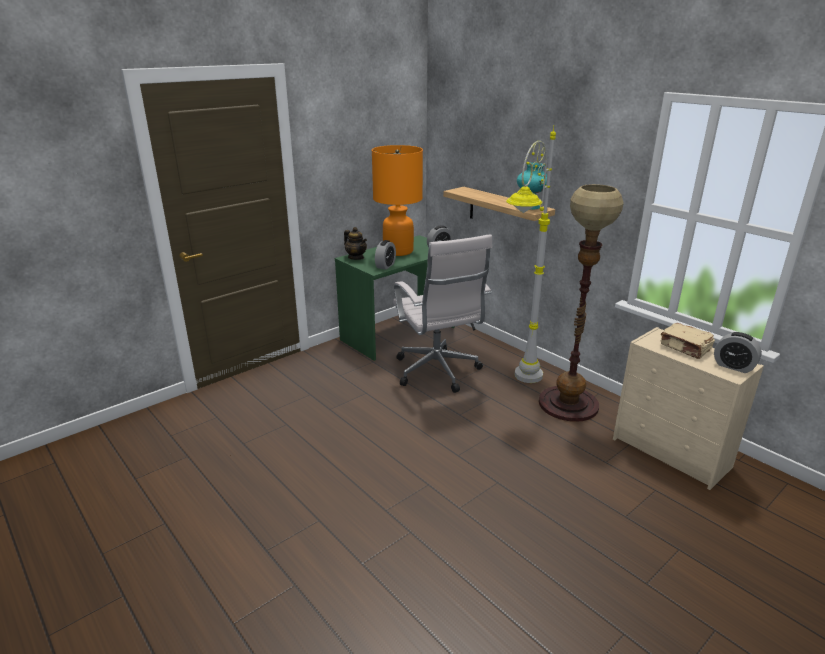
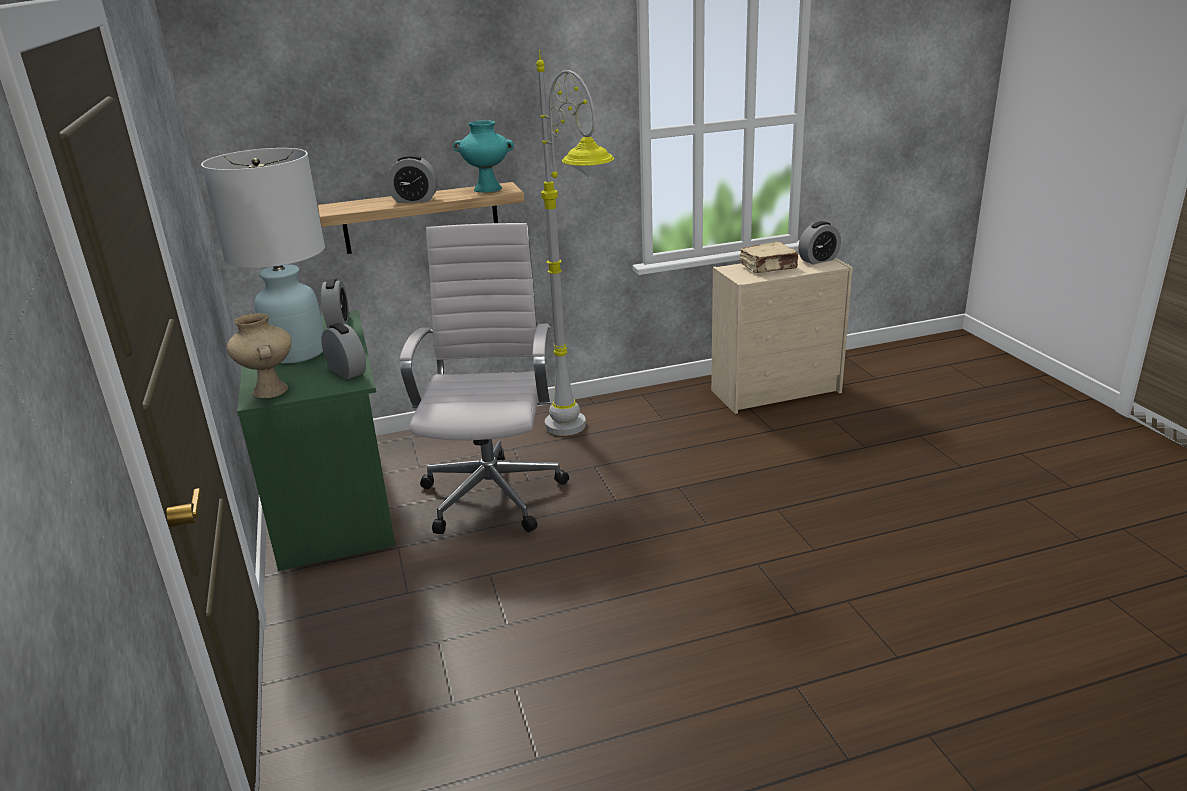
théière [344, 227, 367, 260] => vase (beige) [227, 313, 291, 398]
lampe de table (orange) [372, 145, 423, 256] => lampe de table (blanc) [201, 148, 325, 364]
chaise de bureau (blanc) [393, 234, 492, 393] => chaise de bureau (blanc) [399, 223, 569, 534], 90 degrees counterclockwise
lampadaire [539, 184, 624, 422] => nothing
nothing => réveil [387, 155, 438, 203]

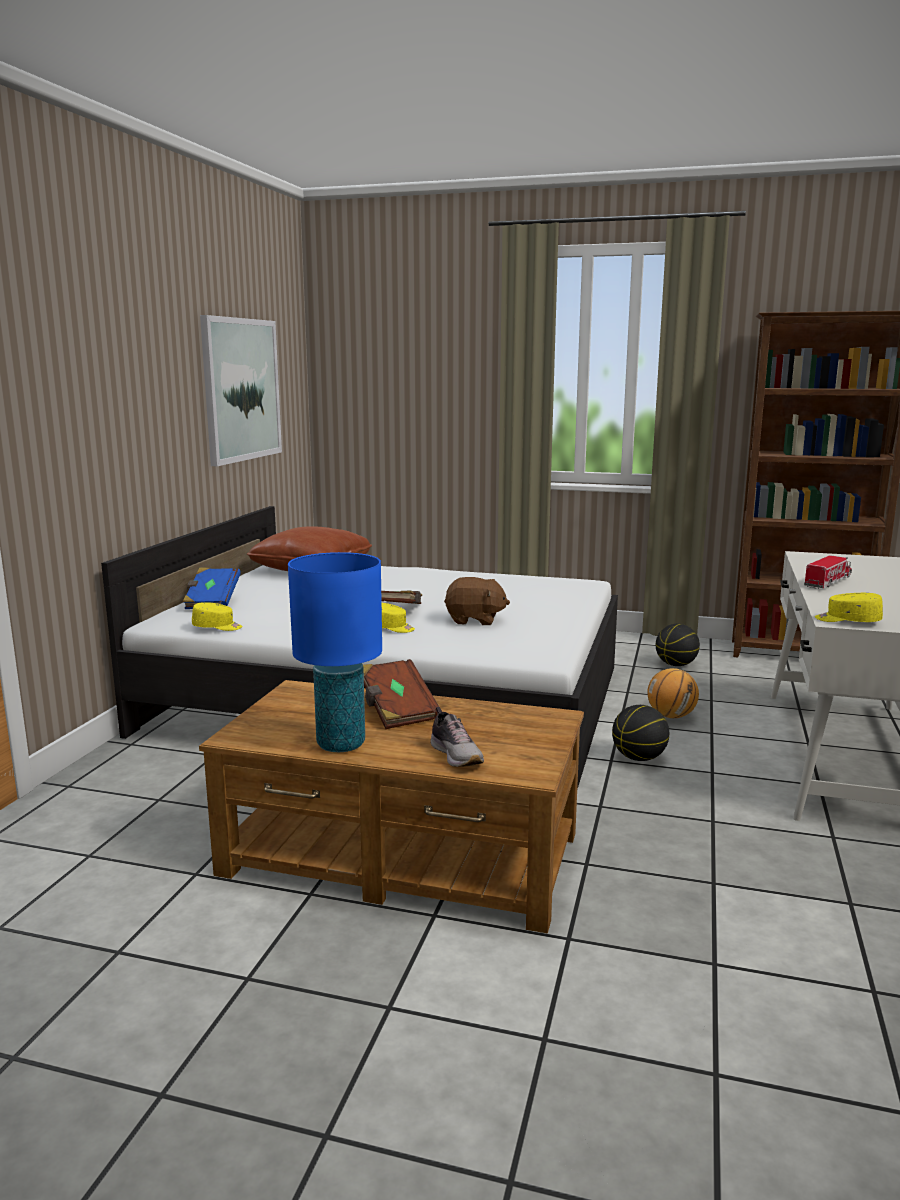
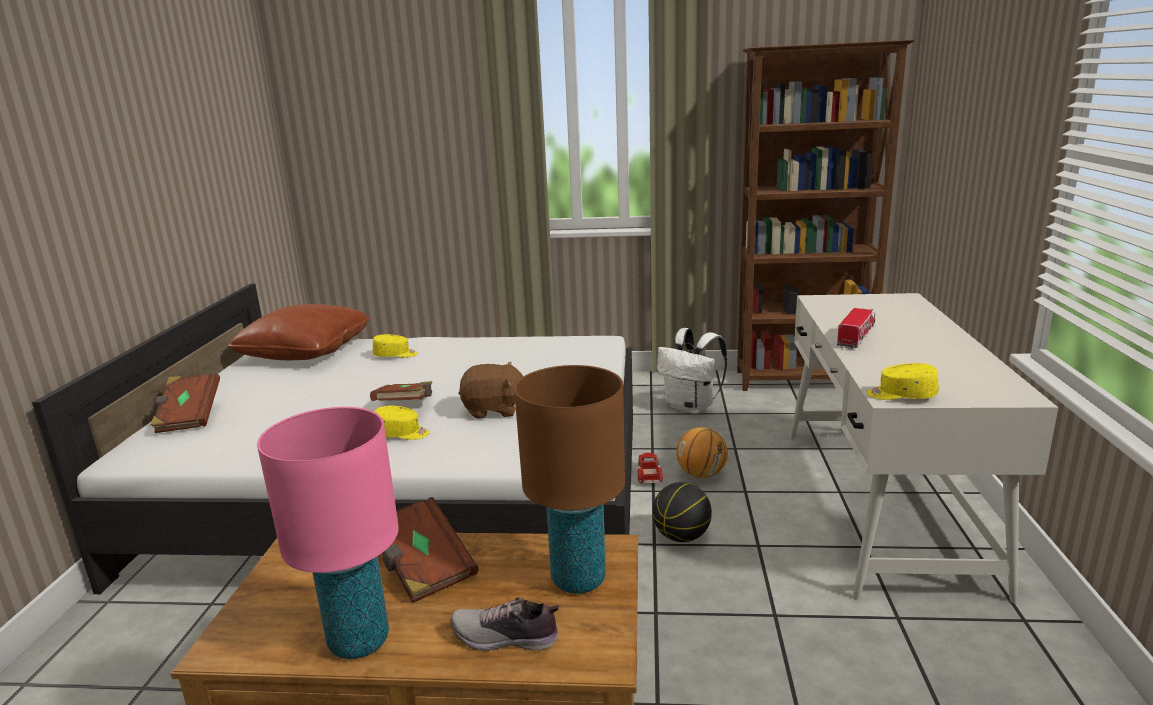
livre (bleu) [182, 567, 241, 609] => livre (marron) [150, 373, 220, 433]
casquette (jaune) [192, 602, 242, 631] => casquette (jaune) [373, 334, 418, 358], shifted
tableau [200, 315, 282, 466] => nothing
lampe de table (bleu) [288, 552, 382, 752] => lampe de table (rose) [257, 407, 399, 659]
chaussure [431, 707, 484, 767] => chaussure [451, 597, 559, 651], 135 degrees clockwise
ballon de basket [656, 624, 700, 666] => sac à dos (blanc) [657, 328, 727, 414]
nothing => lampe de table (marron) [514, 365, 625, 594]
nothing => camion jouet [638, 452, 663, 483]

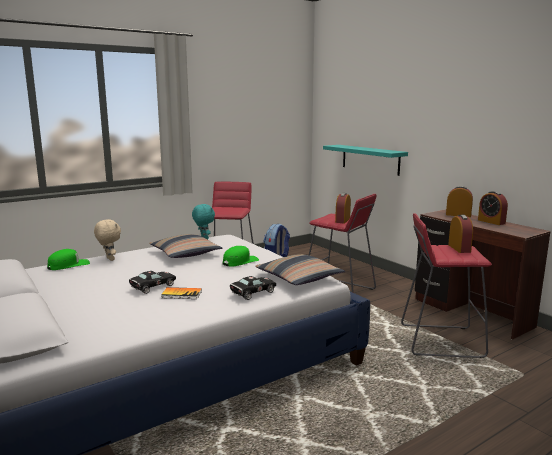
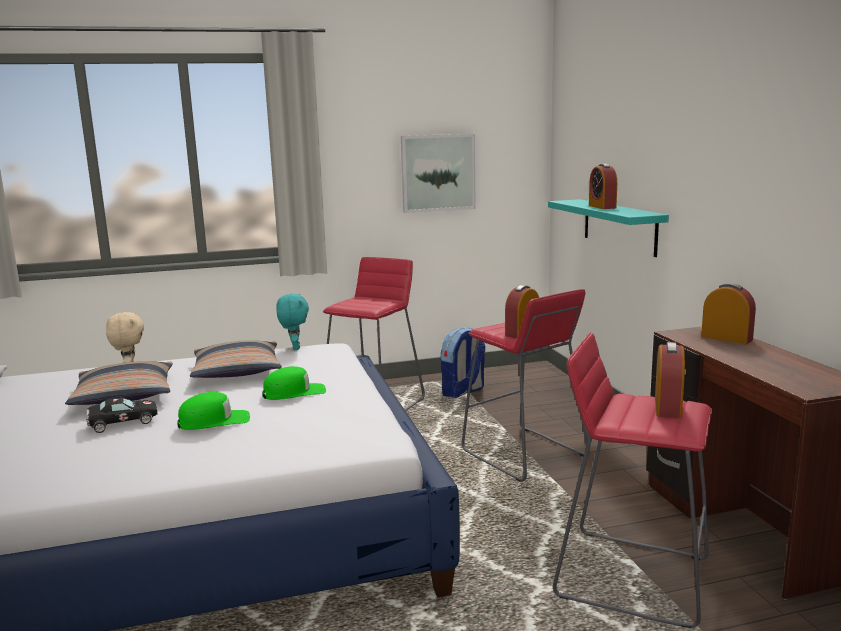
casquette (vert) [47, 249, 90, 270] => casquette (vert) [177, 392, 250, 430], shifted
livre [161, 287, 202, 299] => nothing
petite voiture (noir) [230, 276, 276, 300] => nothing
coussin [255, 254, 345, 285] => coussin [65, 361, 173, 405], shifted
réveil [478, 191, 508, 225] => réveil [589, 164, 617, 209], shifted
nothing => tableau [401, 134, 476, 213]

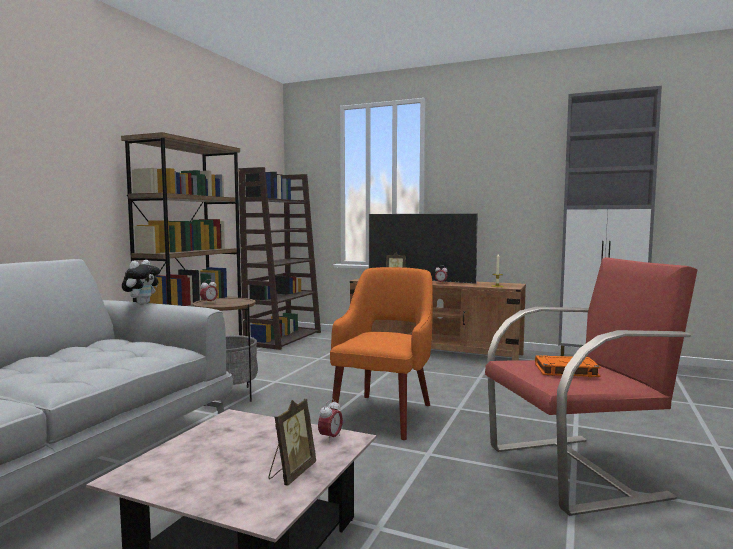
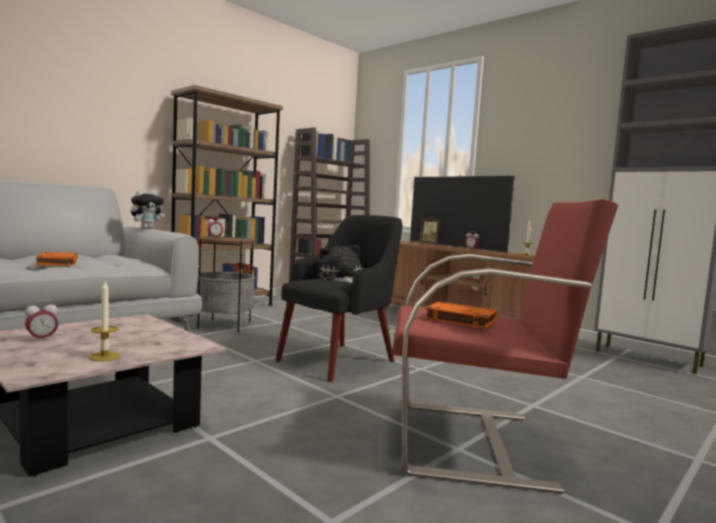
cadre photo [269, 399, 316, 485] => bougie [88, 281, 121, 361]
réveil [318, 399, 343, 443] => réveil [25, 300, 59, 342], shifted
fauteuil (orange) [330, 267, 433, 440] => fauteuil (noir) [275, 215, 403, 382]
nothing => livre (orange) [36, 252, 78, 265]
nothing => peluche [318, 244, 362, 284]

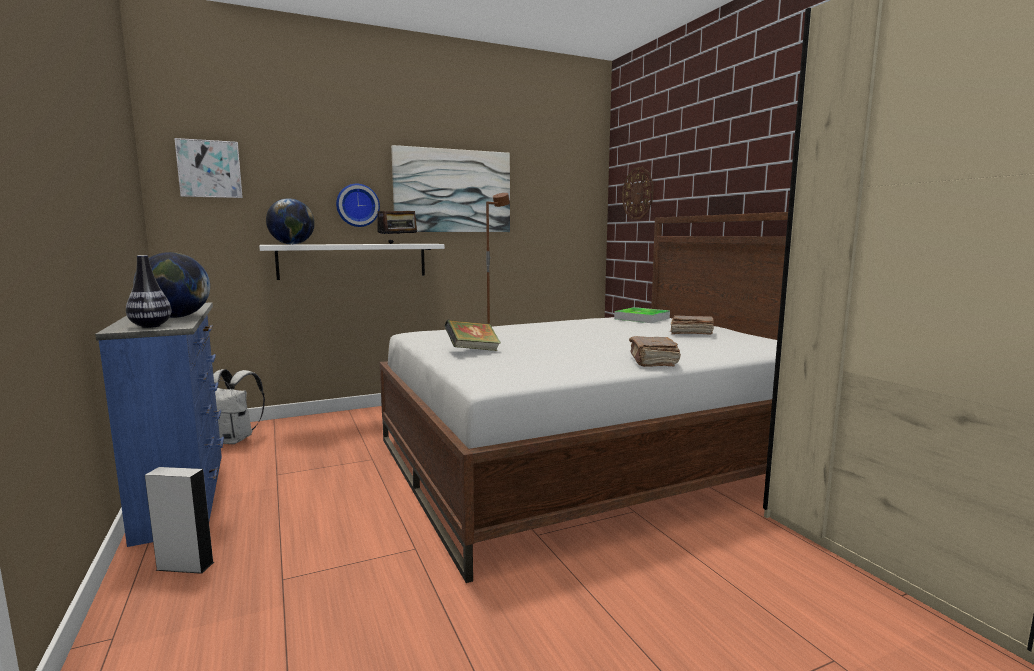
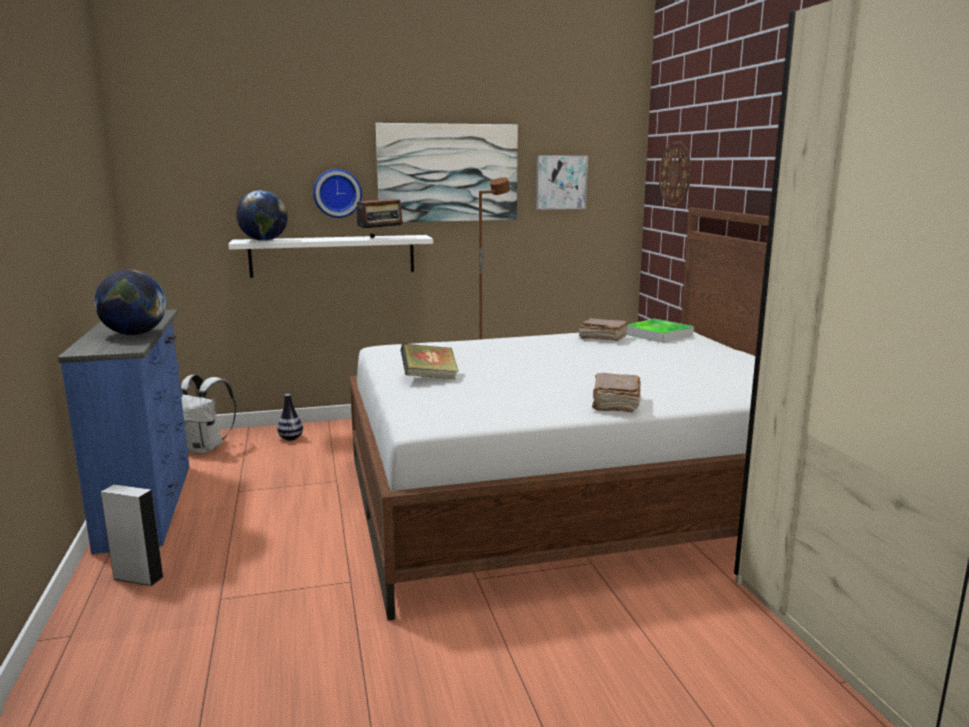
vase [126, 255, 171, 328] => vase [277, 394, 303, 441], shifted
tableau [174, 138, 243, 198] => tableau [536, 156, 588, 210], shifted
livre (marron) [670, 315, 714, 335] => livre (marron) [579, 318, 628, 341], shifted

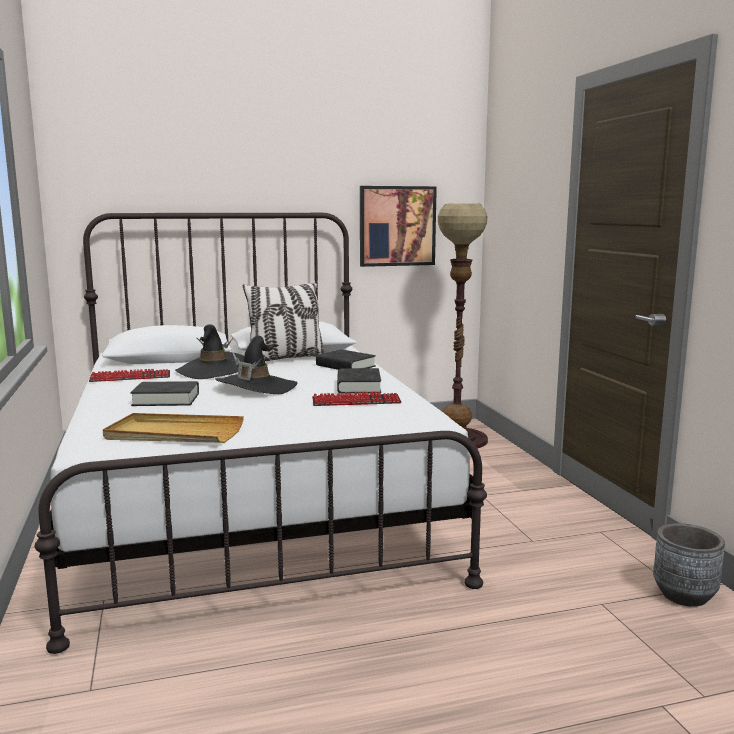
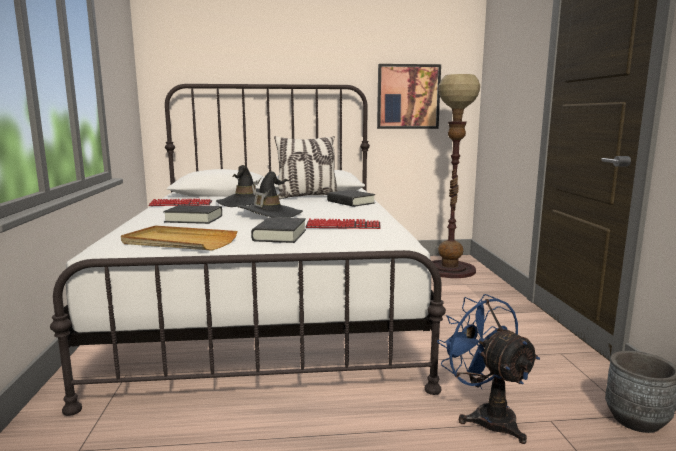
livre (noir) [337, 368, 381, 394] => livre (noir) [251, 217, 306, 243], shifted
nothing => ventilateur (bleu) [437, 294, 540, 444]

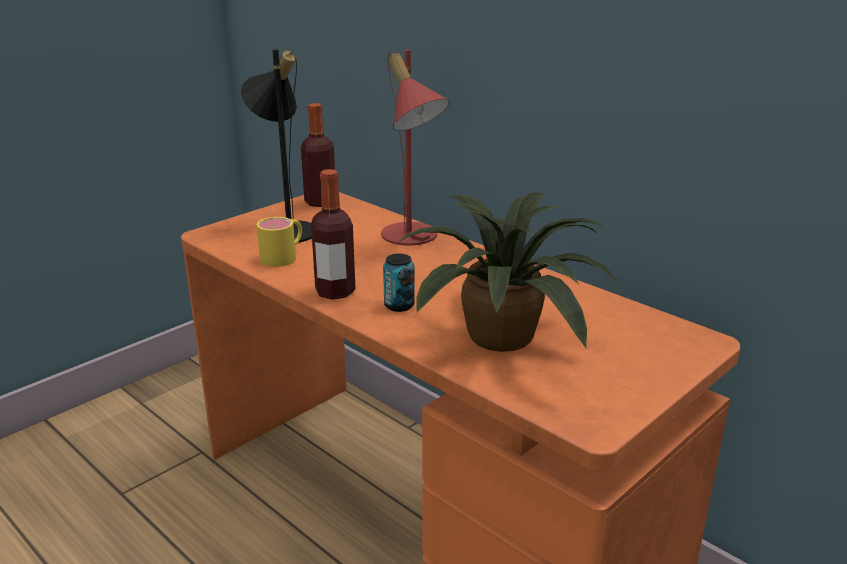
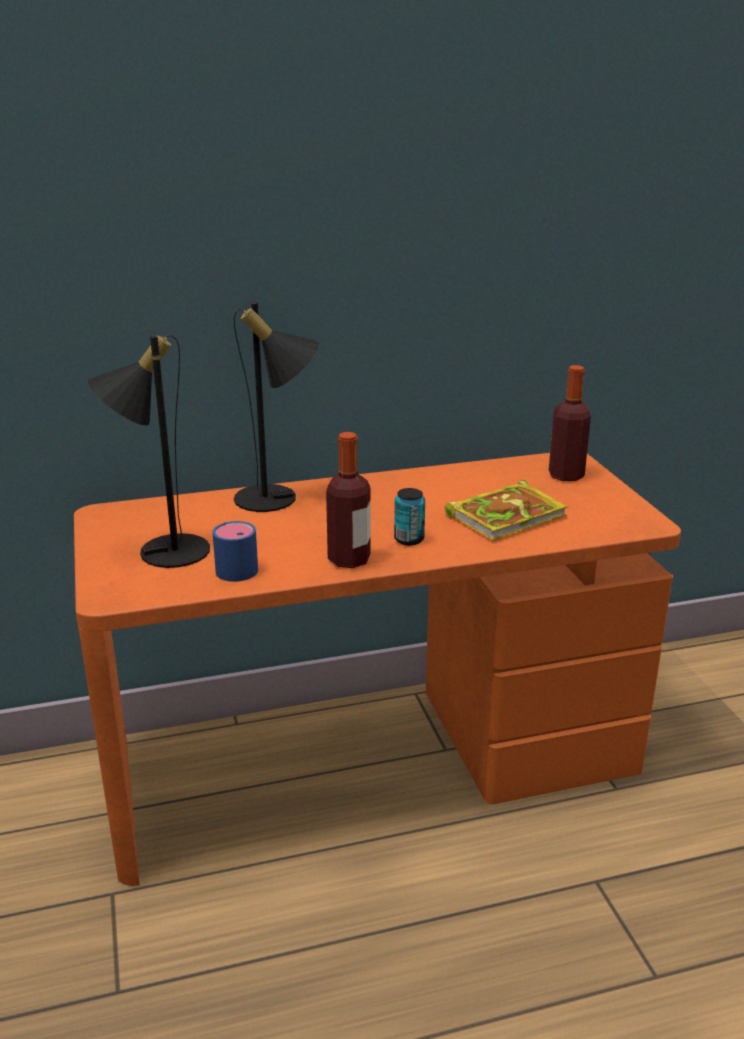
mug (jaune) [257, 217, 302, 267] => mug (bleu) [212, 521, 258, 582]
bouteille [301, 103, 335, 207] => bouteille [549, 365, 591, 481], shifted
lampe de table (rouge) [381, 49, 450, 246] => lampe de table (noir) [234, 302, 319, 512]
plante en pot [397, 192, 621, 352] => livre [445, 479, 568, 540]

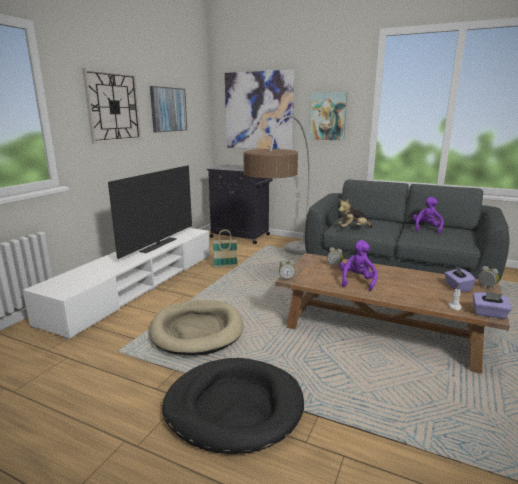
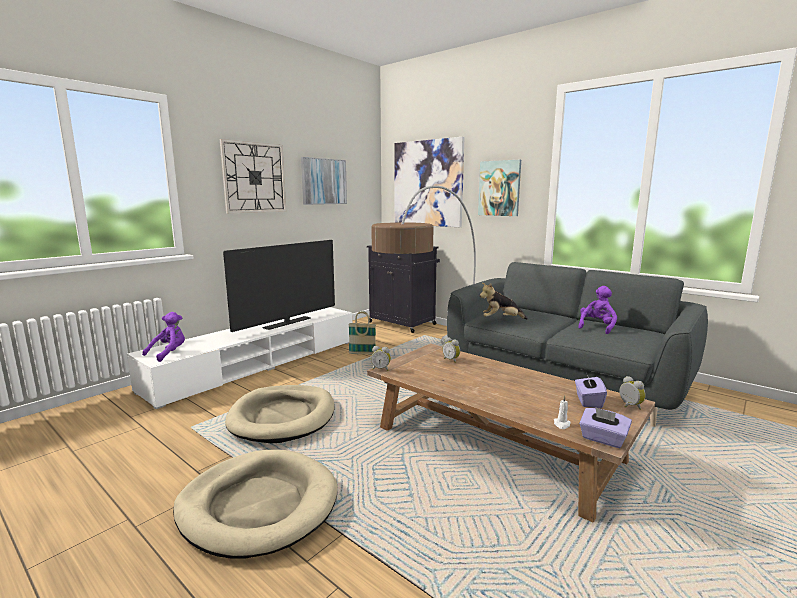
panier pour chien (noir) [162, 358, 304, 454] => panier pour chien (beige) [173, 449, 338, 558]
peluche (violet) [340, 240, 378, 291] => peluche (violet) [142, 312, 185, 362], shifted

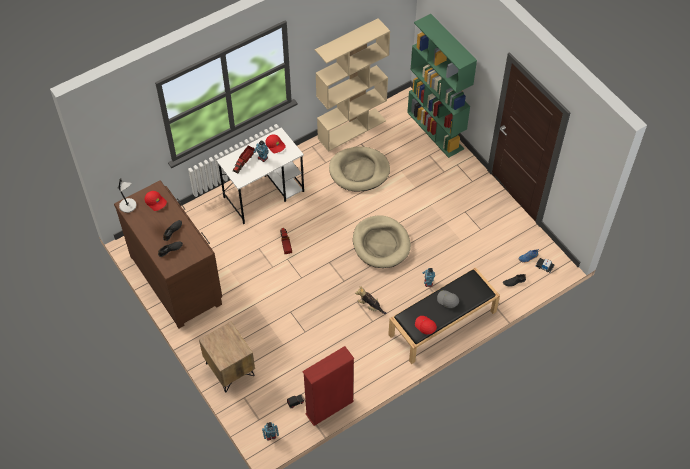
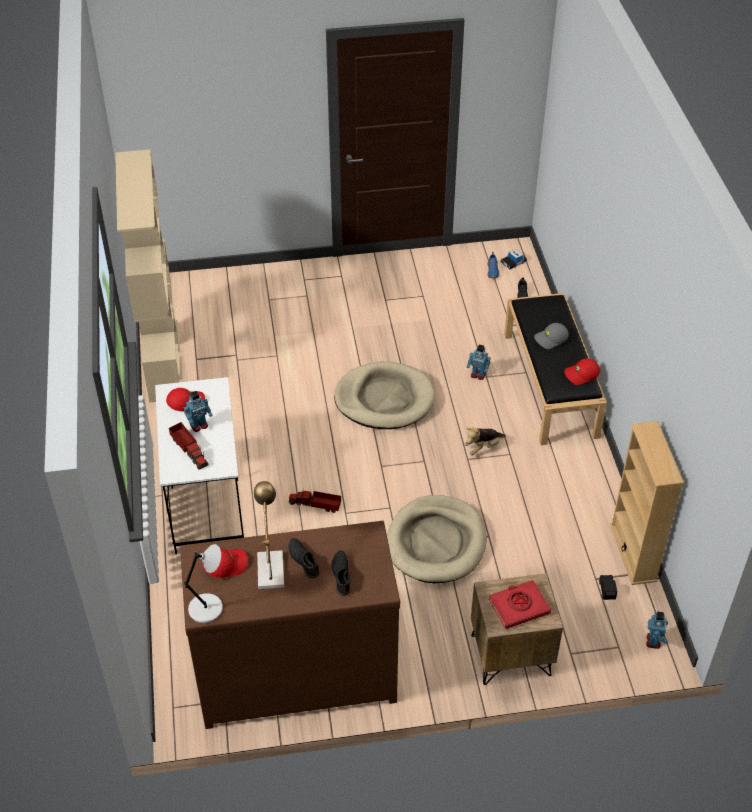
bibliothèque (rouge) [302, 346, 354, 426] => bibliothèque (beige) [610, 421, 684, 585]
panier pour chien (beige) [329, 146, 390, 192] => panier pour chien (beige) [387, 495, 486, 583], shifted
bibliothèque (vert) [407, 14, 477, 158] => nothing
nothing => lampe de table [254, 481, 284, 589]
nothing => livre (rouge) [489, 580, 551, 629]

